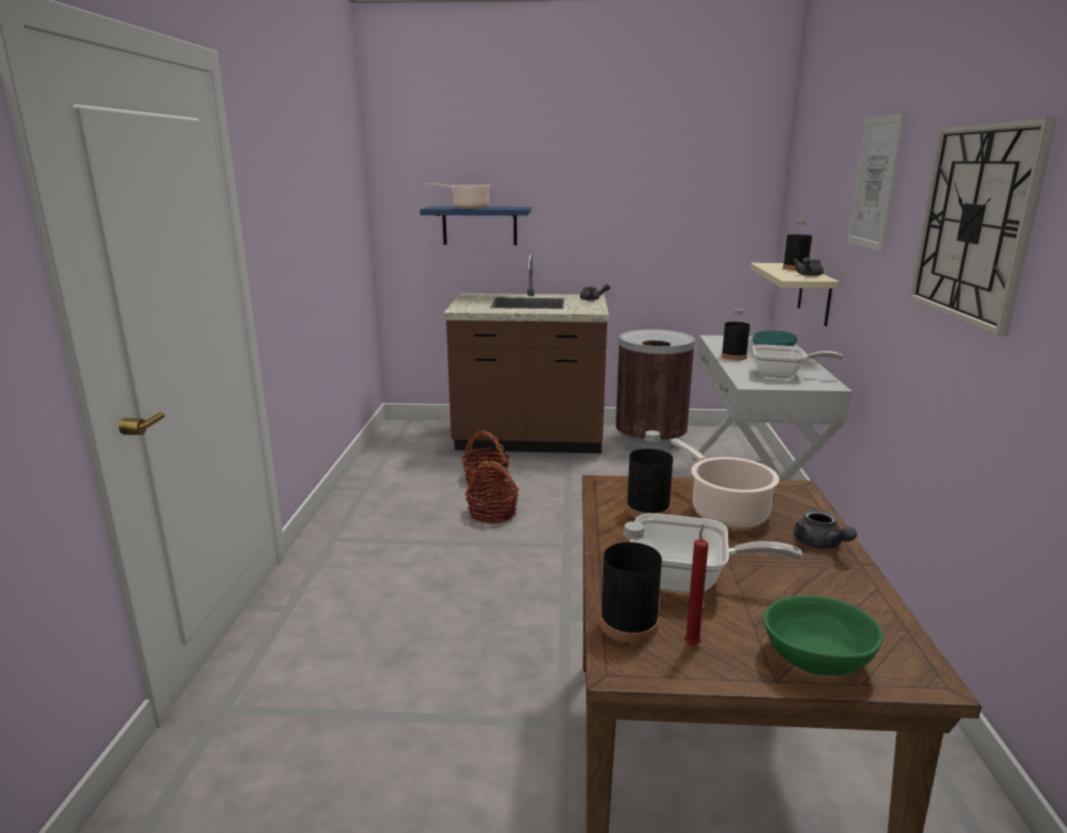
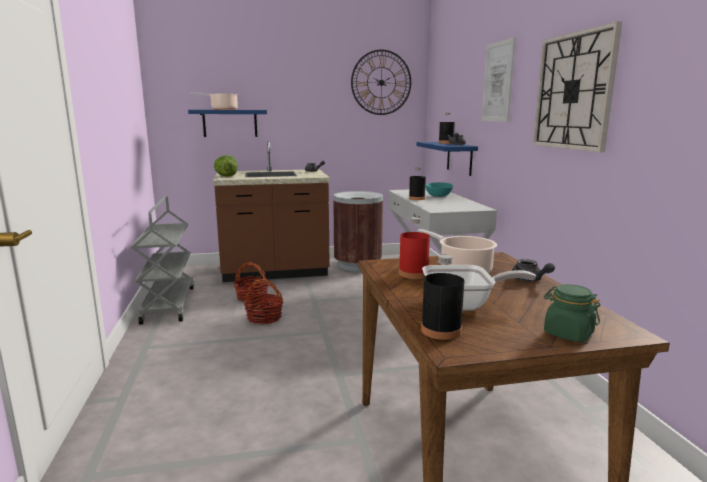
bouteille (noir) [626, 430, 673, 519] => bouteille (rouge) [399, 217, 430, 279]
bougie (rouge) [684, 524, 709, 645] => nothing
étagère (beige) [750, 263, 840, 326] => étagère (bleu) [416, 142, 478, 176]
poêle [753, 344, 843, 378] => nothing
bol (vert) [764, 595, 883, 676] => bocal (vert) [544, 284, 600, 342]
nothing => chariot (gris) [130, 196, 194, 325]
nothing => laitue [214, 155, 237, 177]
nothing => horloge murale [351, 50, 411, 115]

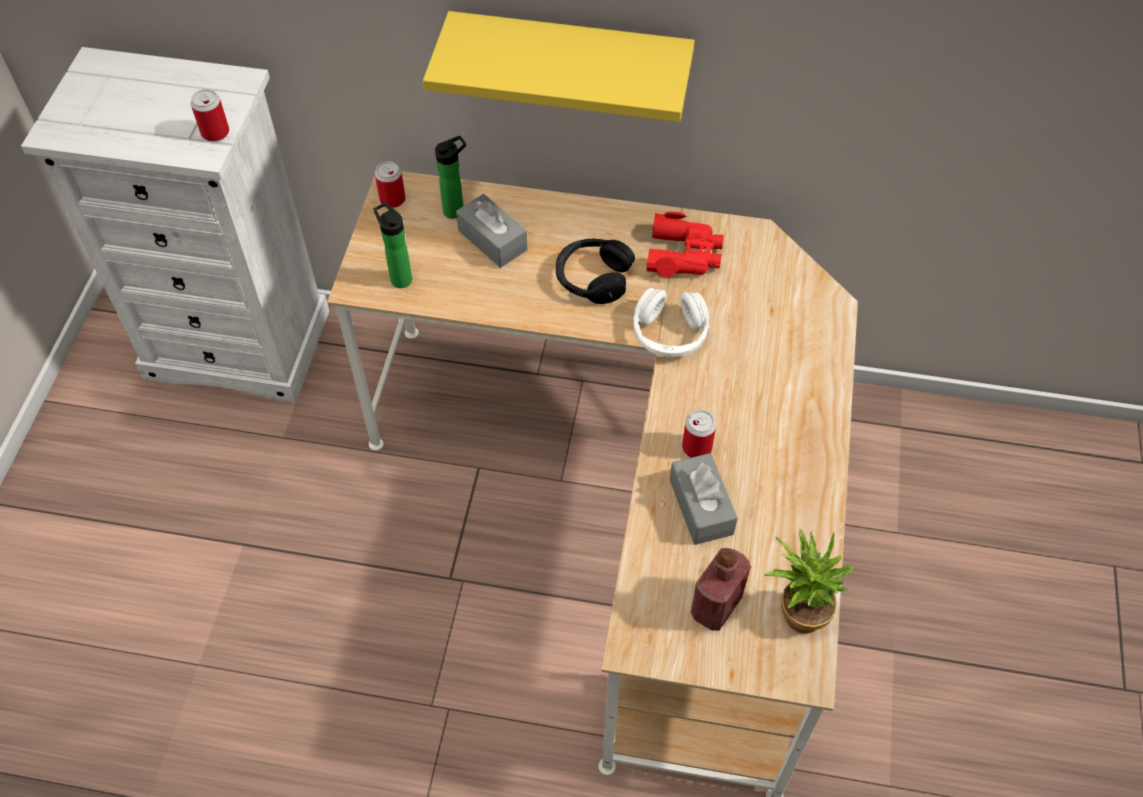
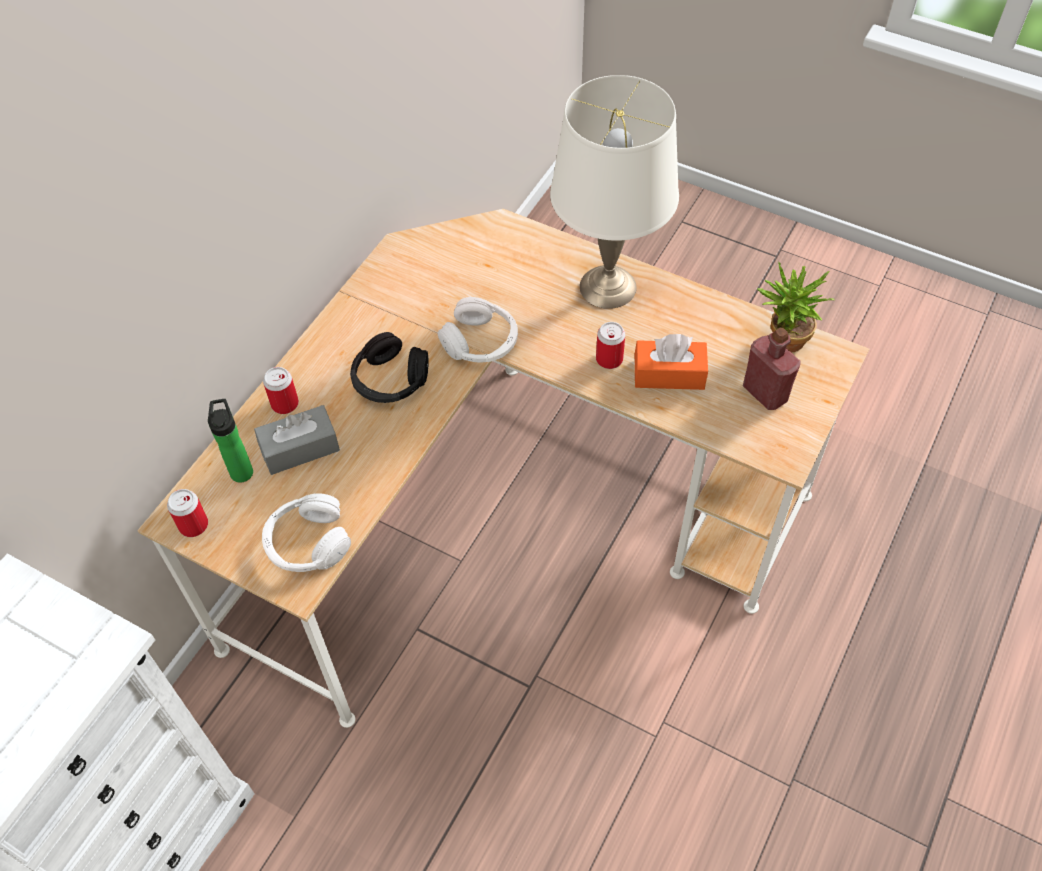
boîte métallique [191, 89, 229, 142] => boîte métallique [263, 367, 299, 414], shifted
bouteille [373, 202, 412, 288] => casque audio (blanc) [262, 493, 351, 572]
étagère (jaune) [423, 11, 695, 122] => nothing
jumelles (rouge) [646, 212, 724, 277] => nothing
boîte à mouchoirs (gris) [670, 453, 738, 545] => boîte à mouchoirs (orange) [635, 334, 708, 390]
nothing => lampe de table (blanc) [550, 75, 679, 309]

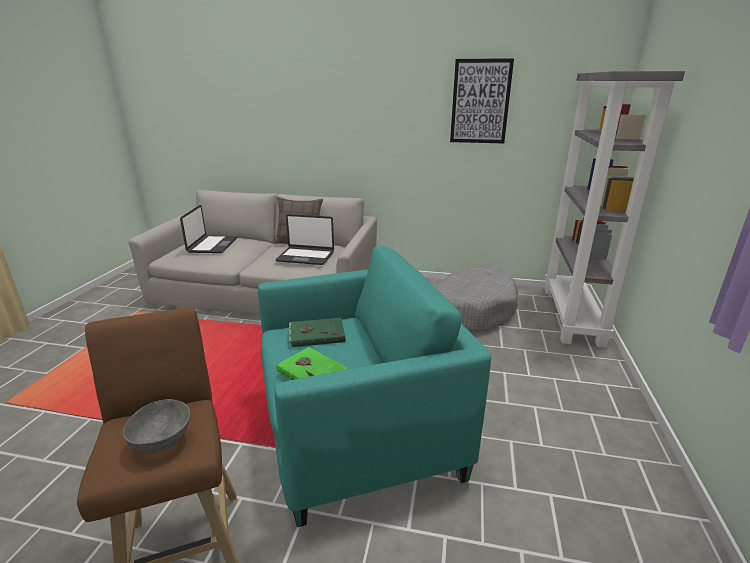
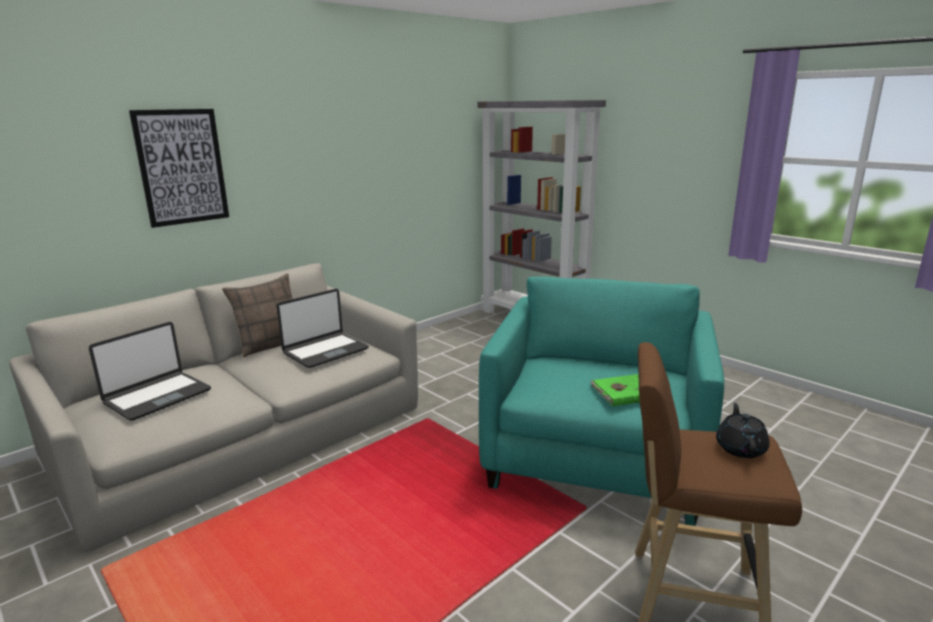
bol (gris) [123, 399, 191, 454] => théière (noir) [716, 403, 770, 458]
ordinateur portable [180, 205, 237, 253] => ordinateur portable [89, 322, 211, 421], 90 degrees clockwise
livre (vert) [289, 318, 346, 347] => nothing
panier pour chien (gris) [435, 266, 518, 332] => nothing
tableau [450, 58, 514, 144] => tableau [129, 109, 229, 228], shifted

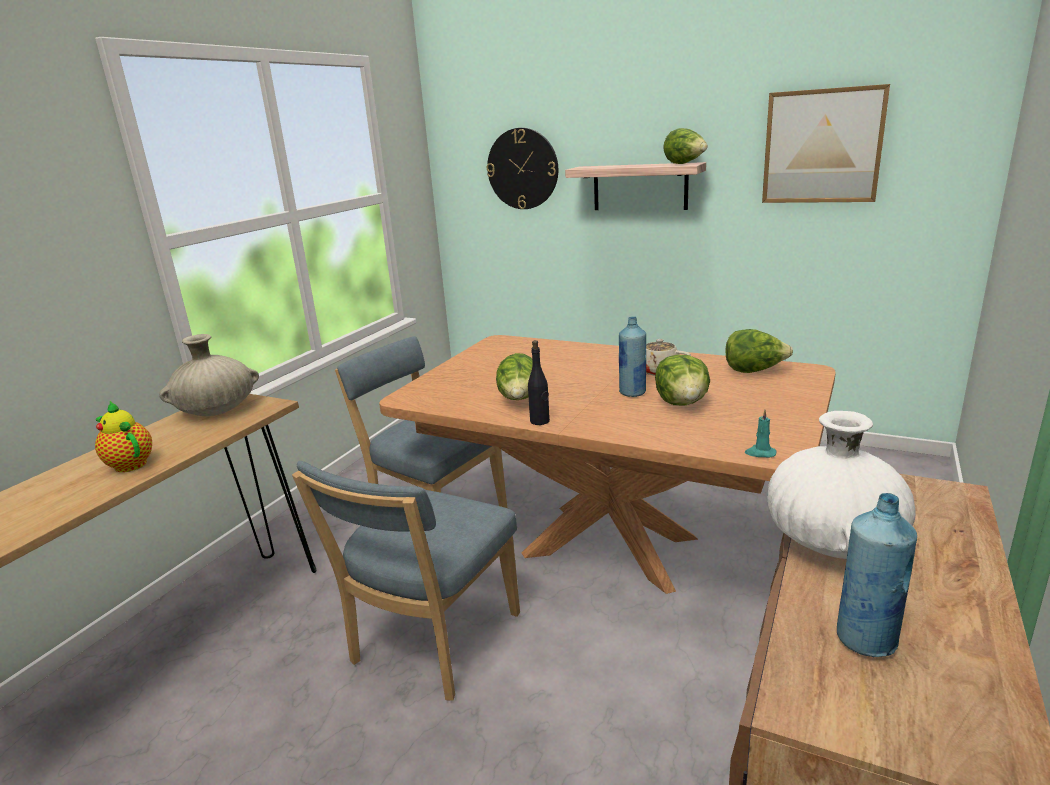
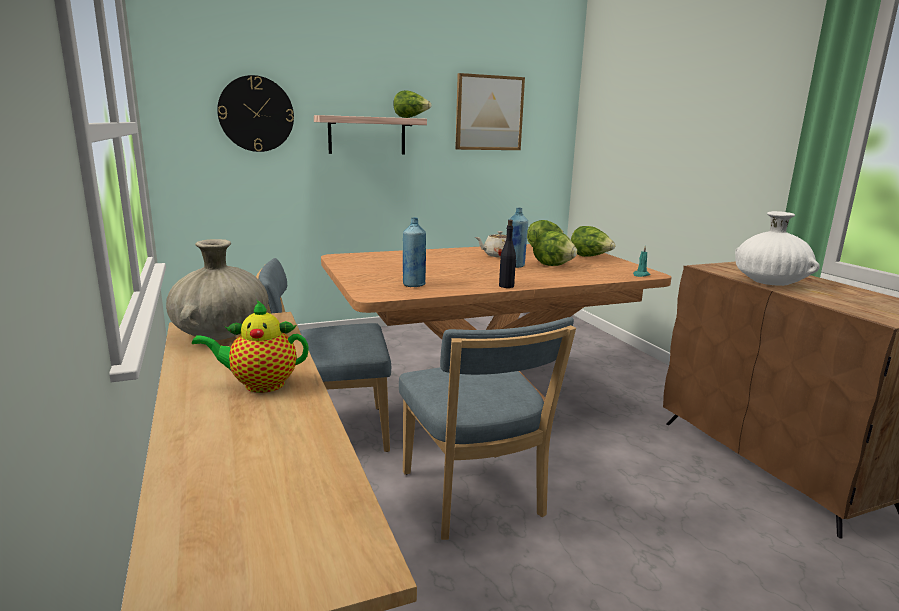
laitue [496, 353, 533, 400] => laitue [571, 226, 616, 257], shifted
bouteille (bleu) [837, 493, 917, 657] => bouteille (bleu) [403, 217, 426, 287], shifted

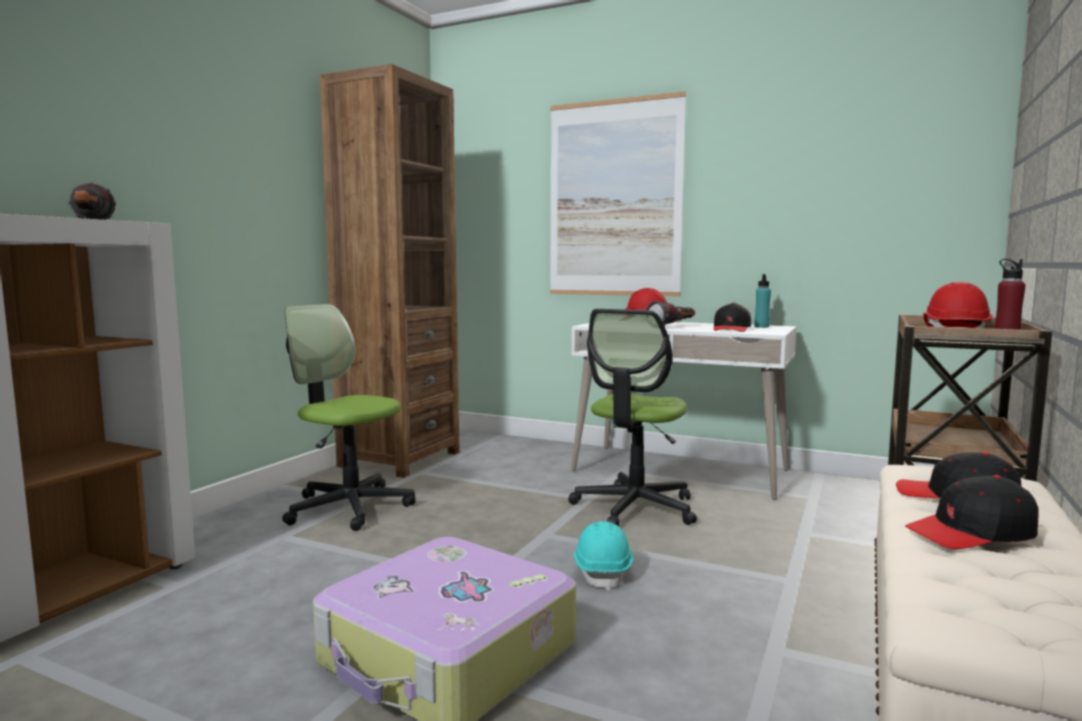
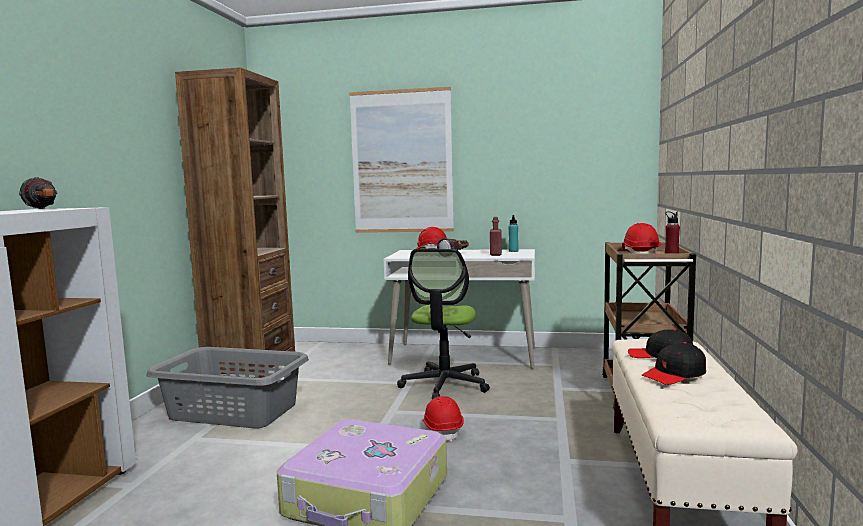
chaise de bureau [282, 304, 415, 531] => panier à linge (gris) [146, 347, 309, 428]
casque de chantier (turquoise) [574, 521, 633, 591] => casque de chantier (rouge) [422, 396, 464, 442]
casquette (noir) [714, 302, 751, 332] => bouteille (rouge) [490, 217, 502, 256]

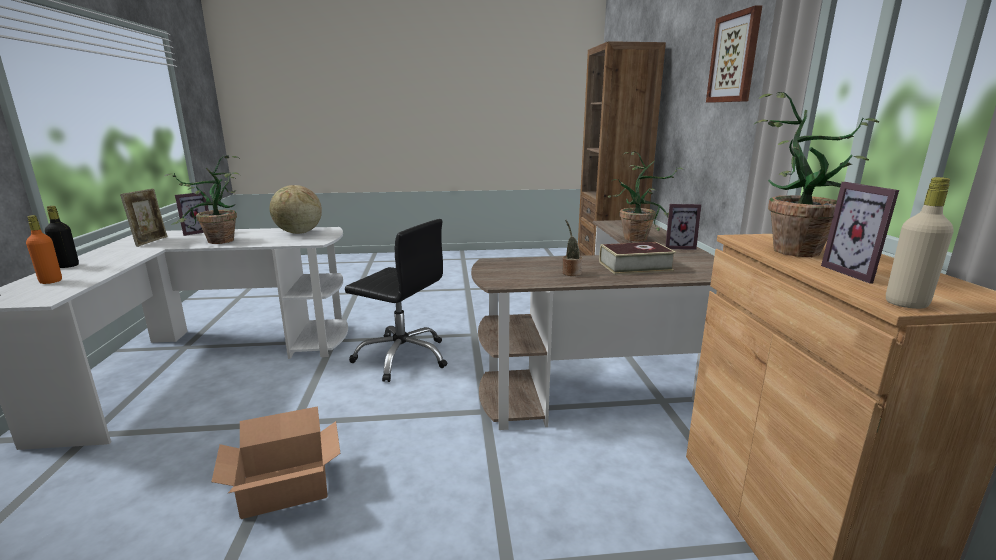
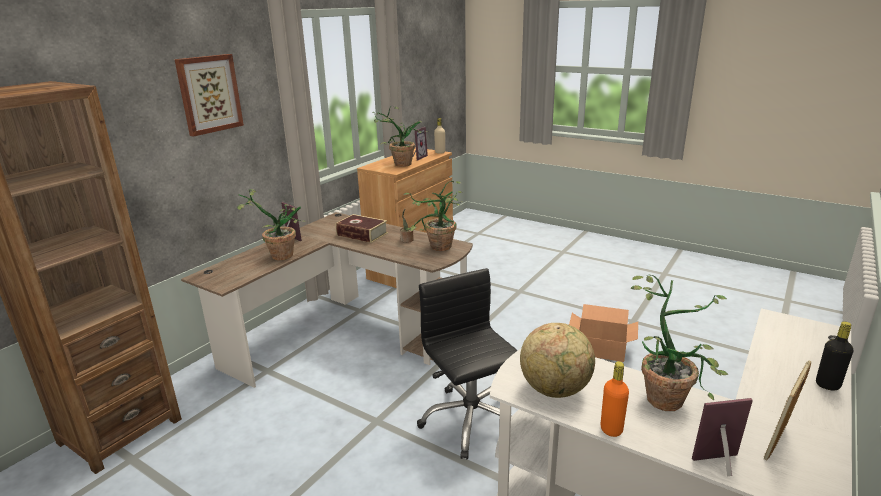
bouteille (orange) [26, 215, 62, 284] => bouteille (orange) [601, 361, 629, 437], shifted
nothing => plante en pot [403, 181, 463, 251]

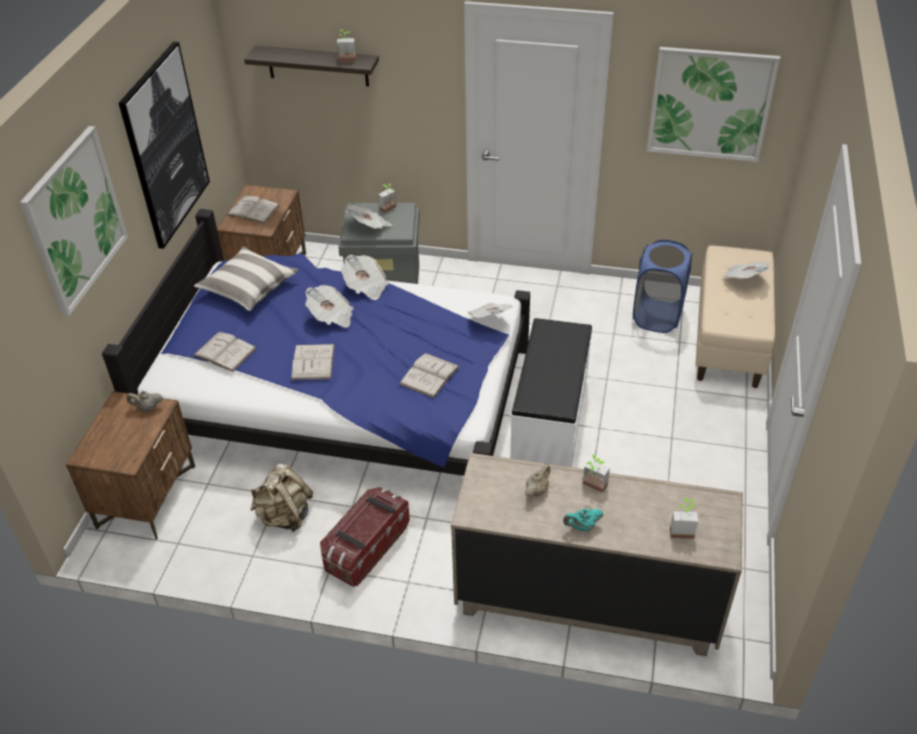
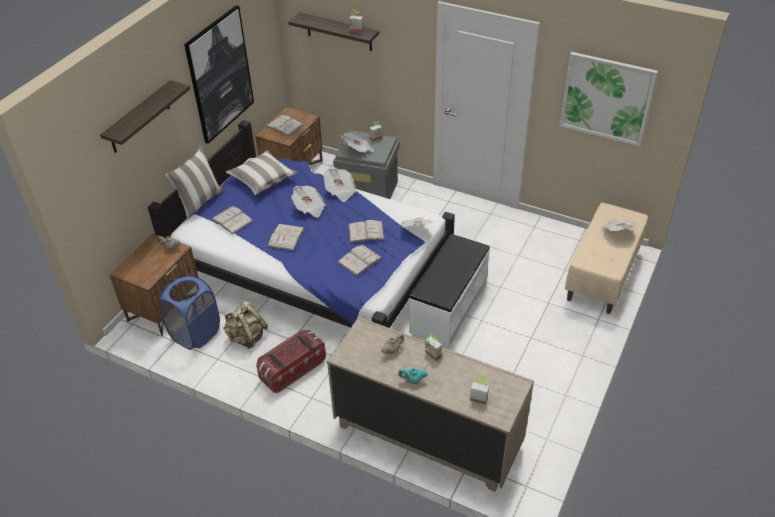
tableau [20, 126, 128, 316] => étagère [100, 80, 190, 153]
panier à linge (bleu) [633, 240, 692, 333] => panier à linge (bleu) [159, 275, 220, 350], shifted
nothing => coussin [165, 146, 224, 220]
nothing => livre (blanc) [348, 220, 385, 243]

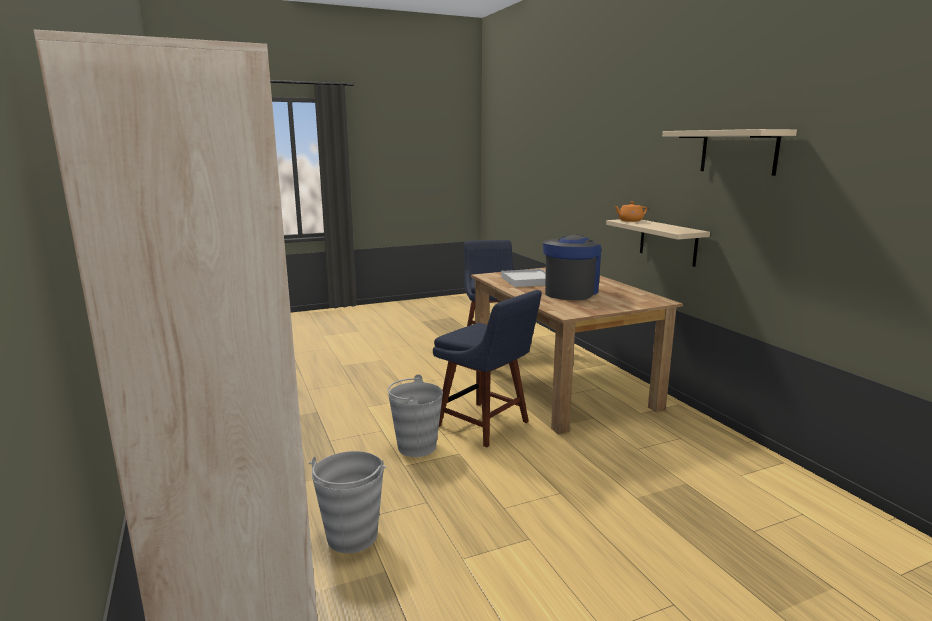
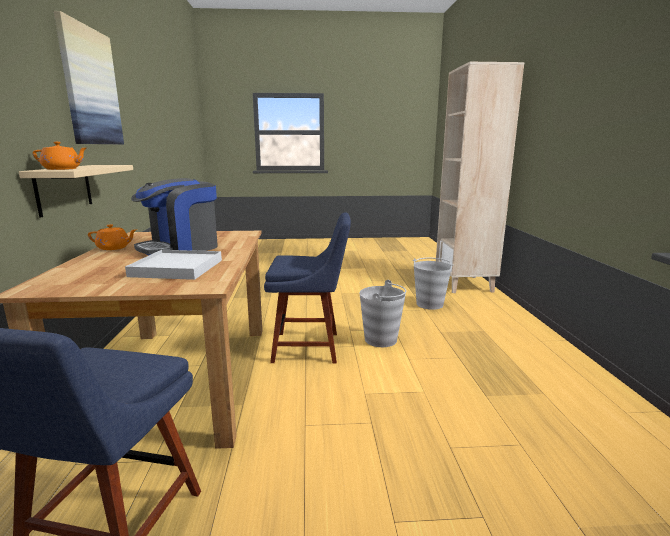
chaise (bleu) [433, 290, 542, 448] => chaise (bleu) [264, 212, 351, 364], 120 degrees clockwise
étagère (beige) [662, 129, 797, 176] => tableau [54, 11, 124, 144]
nothing => théière (orange) [88, 224, 137, 250]

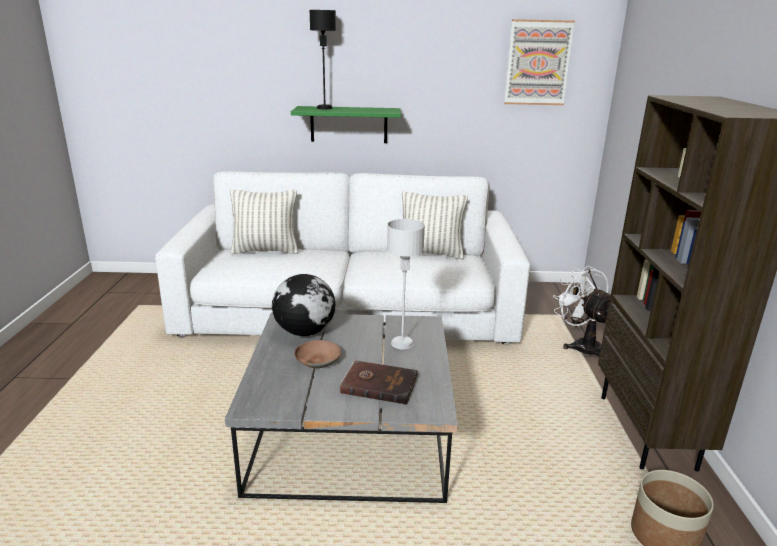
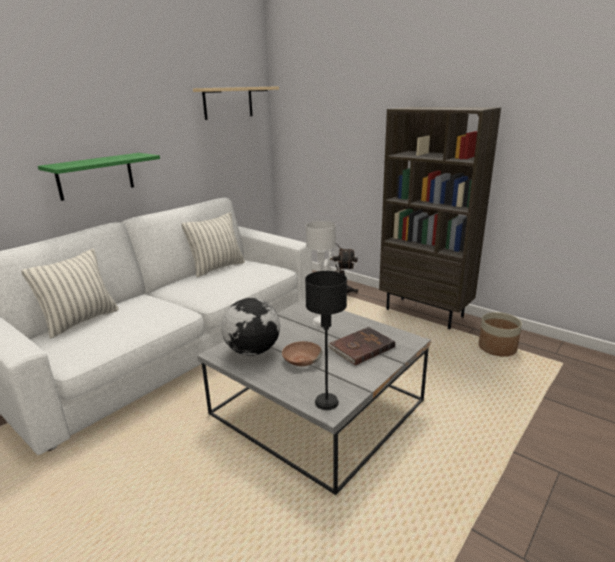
lampe de table (noir) [309, 10, 336, 109] => lampe de table (noir) [305, 271, 347, 410], shifted
tableau [504, 19, 575, 105] => étagère (beige) [193, 86, 279, 120]

